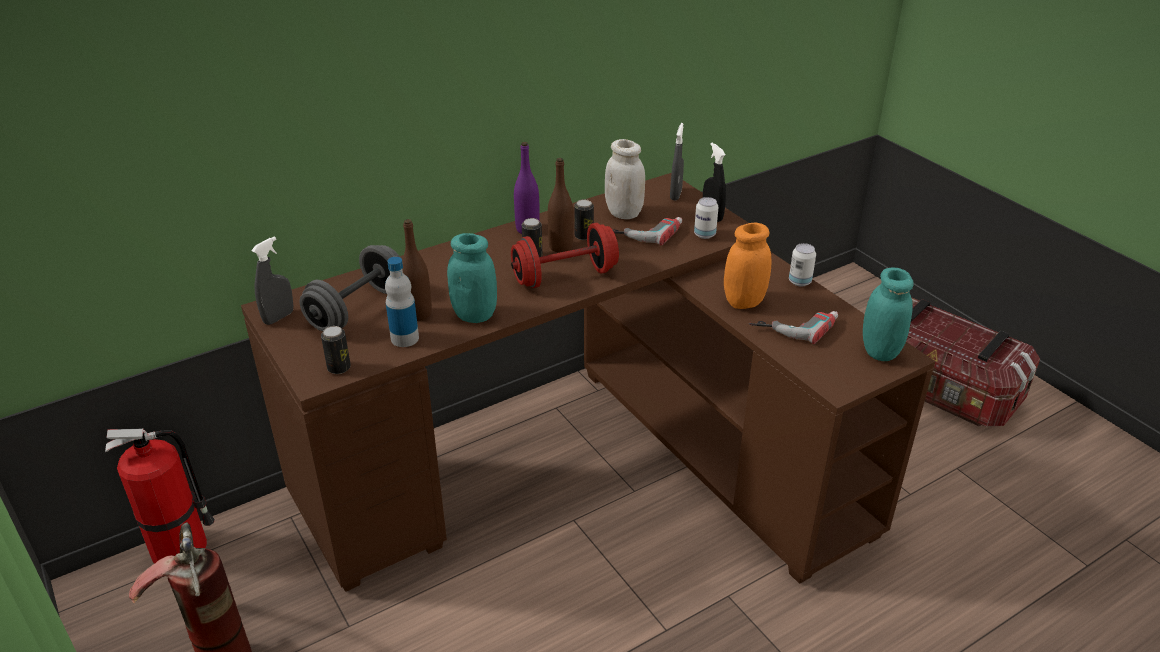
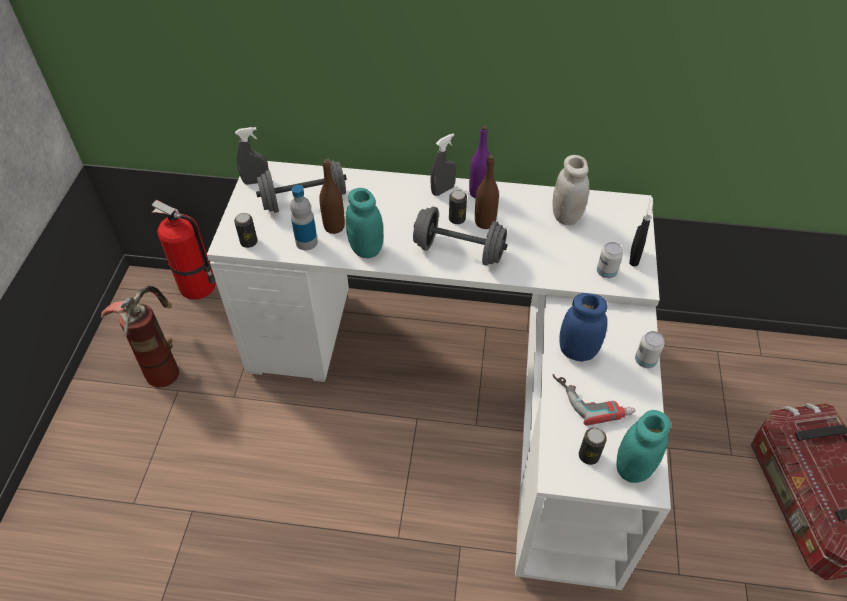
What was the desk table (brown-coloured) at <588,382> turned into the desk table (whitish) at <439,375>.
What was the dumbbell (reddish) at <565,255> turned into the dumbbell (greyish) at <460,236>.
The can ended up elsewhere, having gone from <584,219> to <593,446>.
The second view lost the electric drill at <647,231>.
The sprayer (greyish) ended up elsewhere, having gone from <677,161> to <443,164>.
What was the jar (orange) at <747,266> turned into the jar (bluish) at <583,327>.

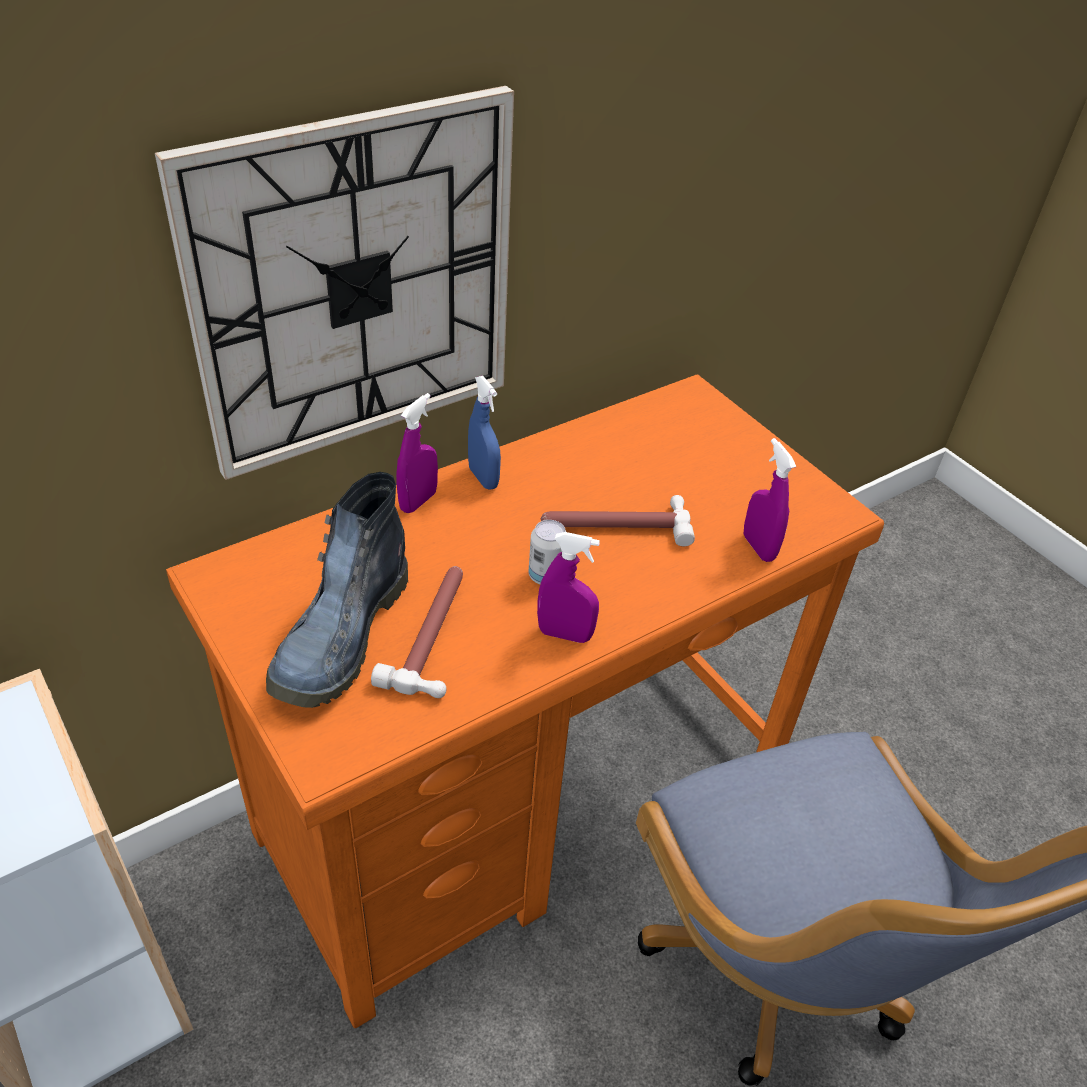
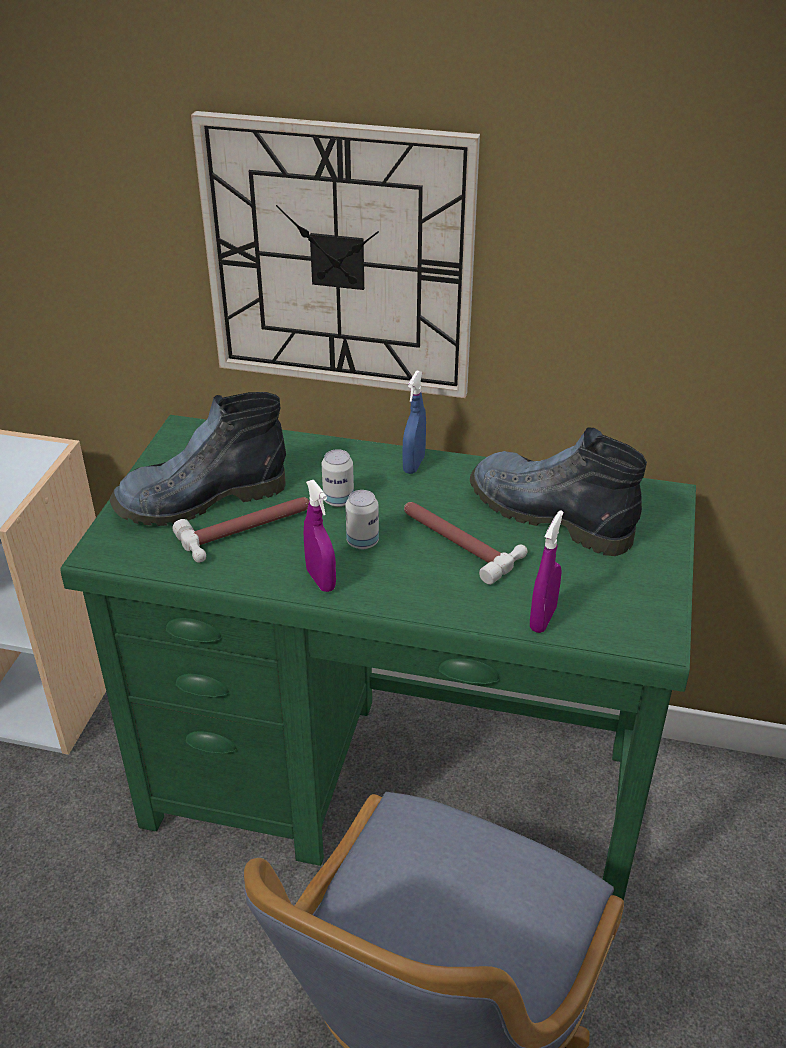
What was the desk table (orange) at <525,701> turned into the desk table (greenish) at <378,657>.
The second view lost the sprayer (purple-coloured) at <417,453>.
The second view gained the can at <338,478>.
The second view gained the boot at <558,491>.

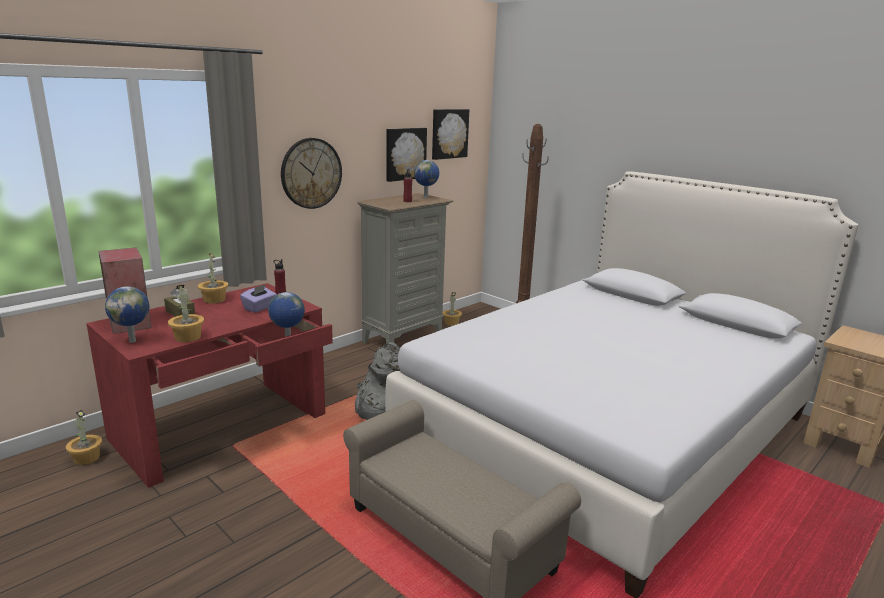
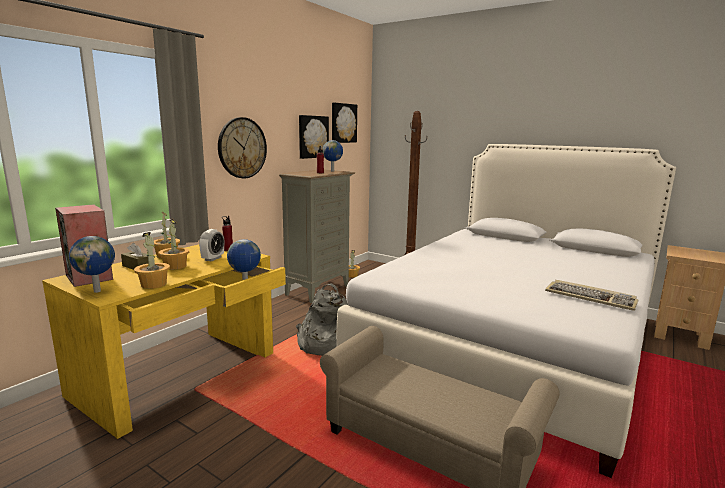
The potted plant ended up elsewhere, having gone from <84,437> to <173,244>.
What was the desk table (reddish) at <209,385> turned into the desk table (yellow) at <164,341>.
Where the tissue holder (purple-coloured) stood at <258,298>, the alarm clock came to stand at <212,245>.
The second view gained the computer keyboard at <591,295>.

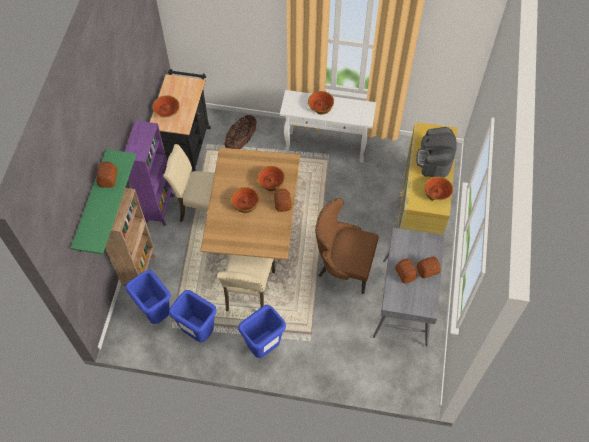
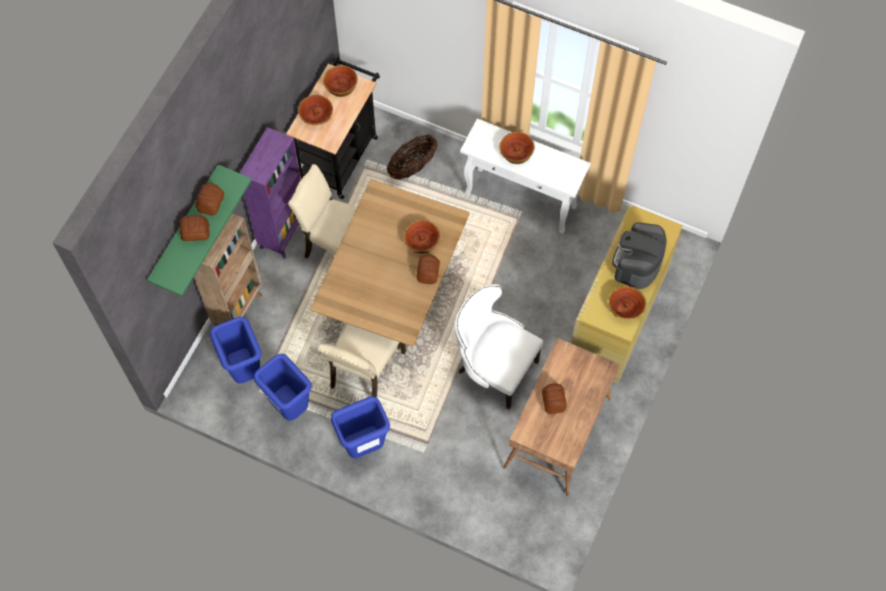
The bowl ended up elsewhere, having gone from <245,200> to <340,81>.
What was the chair (brown-coloured) at <347,246> turned into the chair (whitish) at <498,347>.
What was the desk table (greyish) at <409,287> turned into the desk table (brown-coloured) at <561,417>.
The bakery bread ended up elsewhere, having gone from <429,268> to <194,228>.

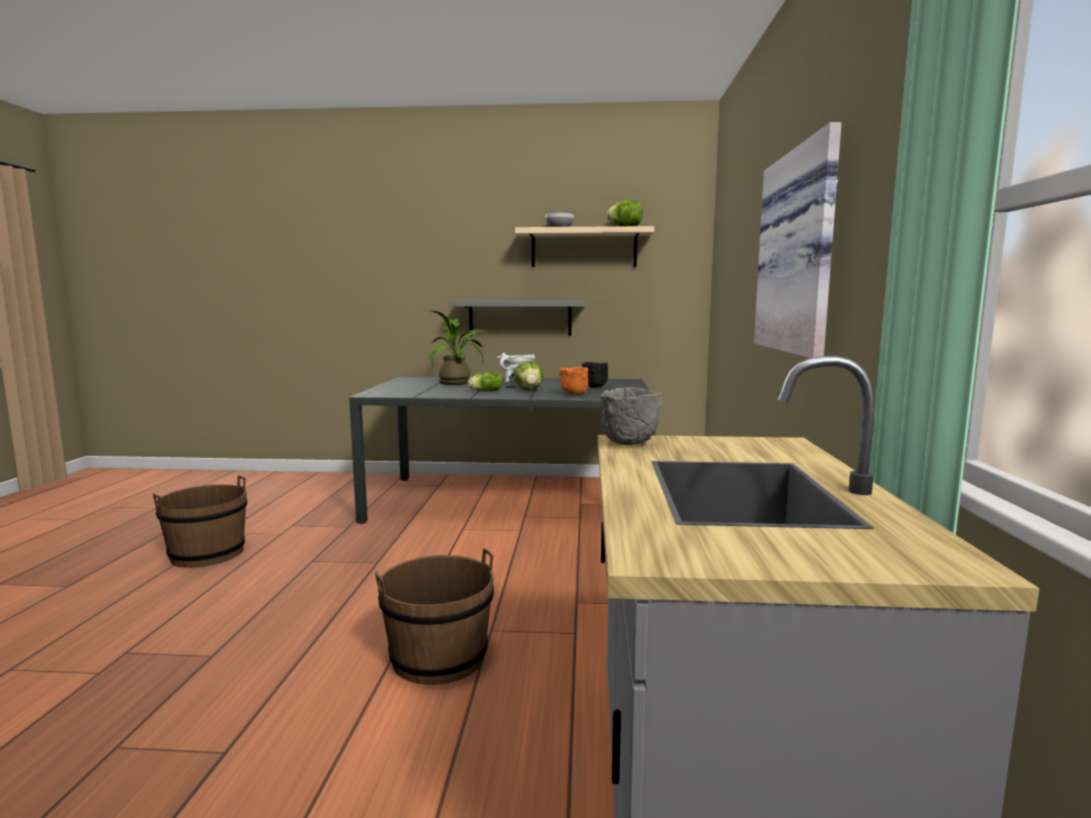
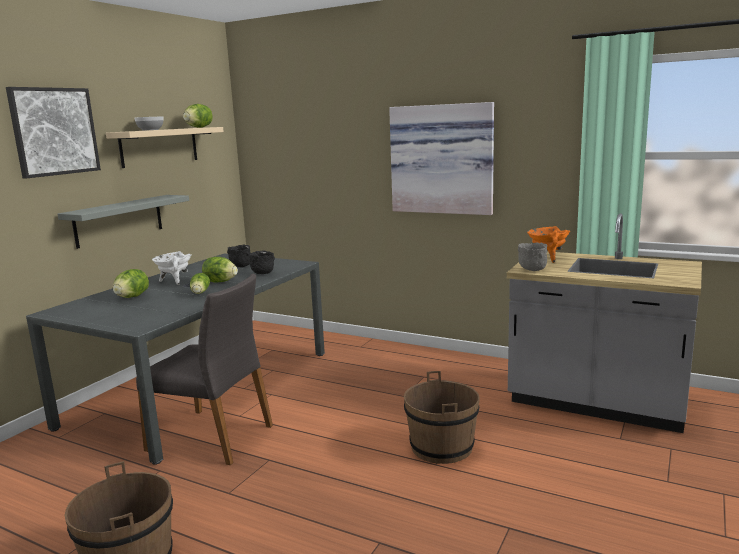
Where the potted plant stood at <458,347>, the lettuce head came to stand at <131,283>.
What was the bowl (orange) at <573,381> turned into the bowl (blackish) at <262,262>.
The second view gained the wall art at <53,133>.
The second view gained the chair (greyish) at <204,369>.
The second view gained the cooking pot (orange) at <548,244>.

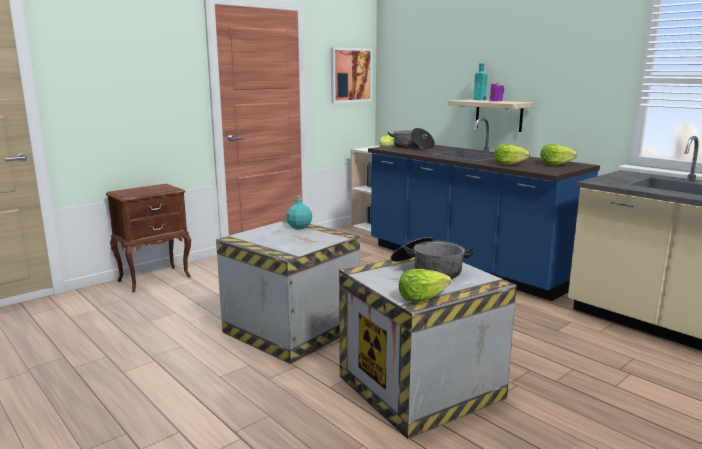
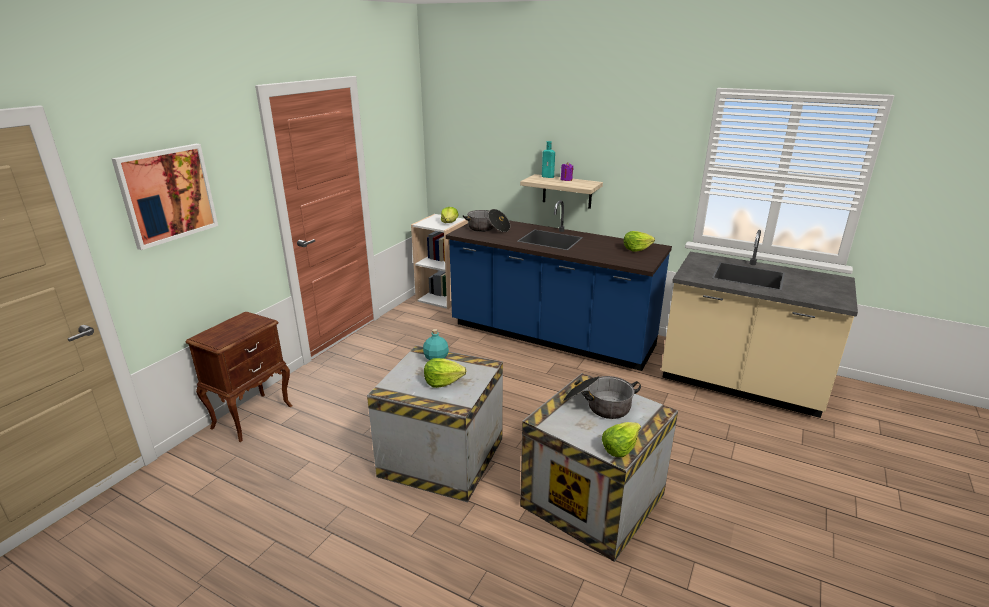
The wall art ended up elsewhere, having gone from <352,75> to <165,197>.
The lettuce head ended up elsewhere, having gone from <512,154> to <445,373>.

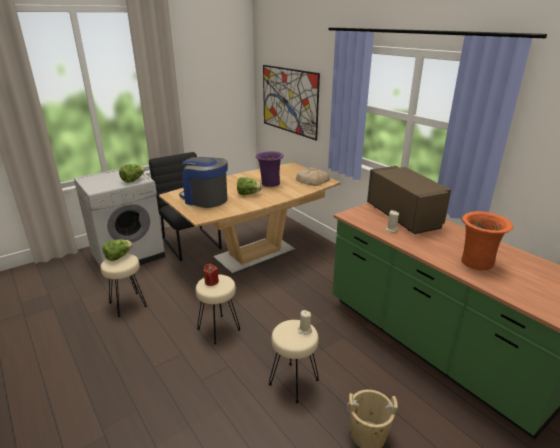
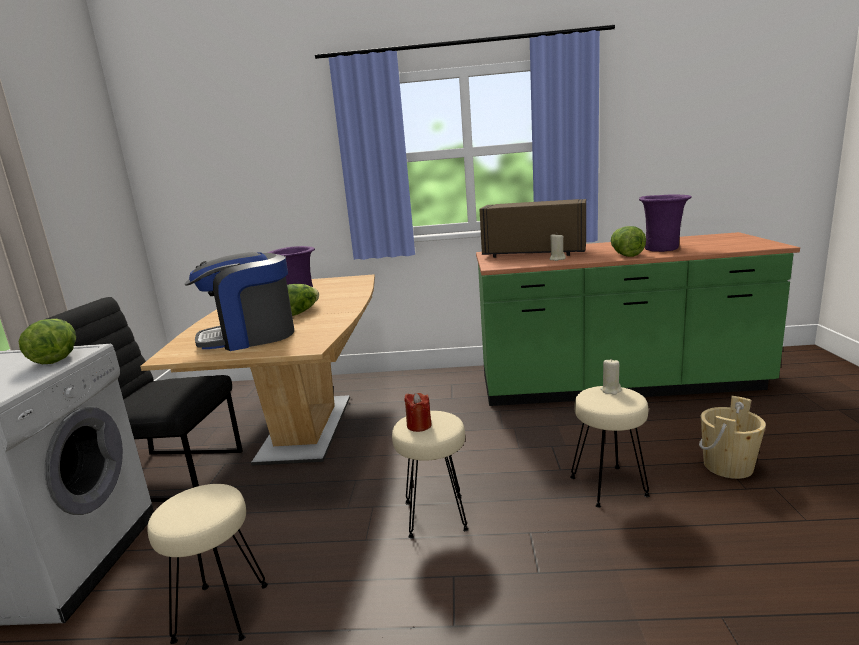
The lettuce head ended up elsewhere, having gone from <117,250> to <628,241>.
The second view lost the wall art at <291,102>.
The second view lost the bakery bread at <313,177>.
What was the decorative vase (orange) at <487,240> turned into the decorative vase (purple-coloured) at <665,223>.

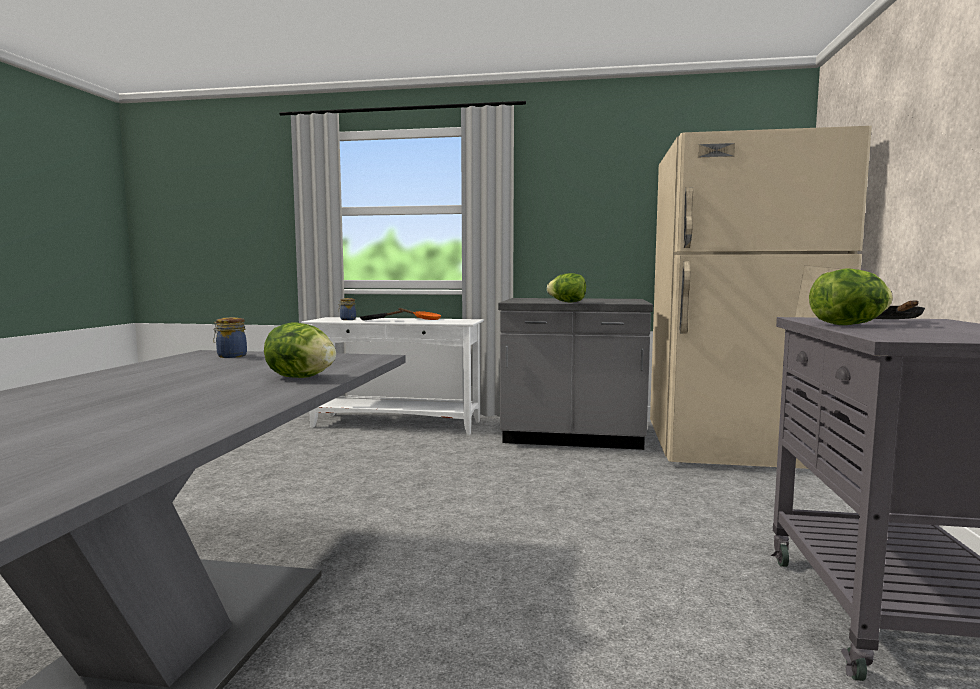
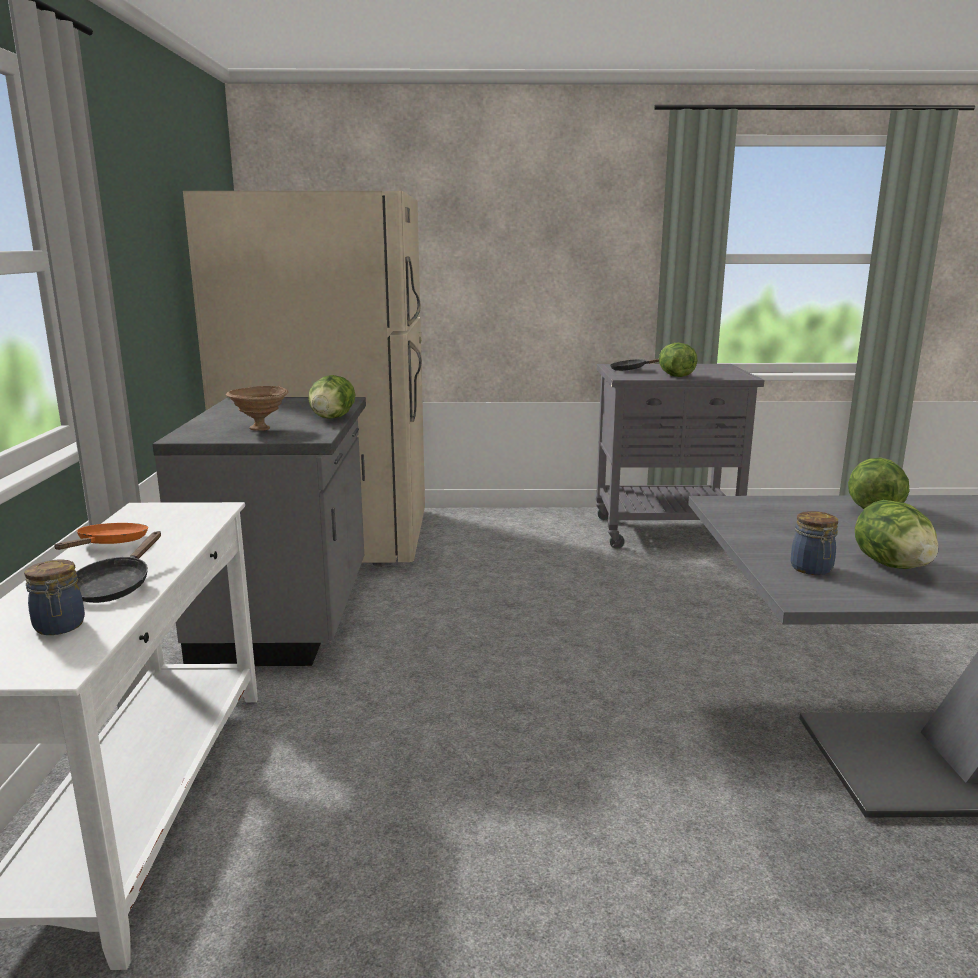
The second view gained the bowl (brown-coloured) at <257,408>.
The second view gained the lettuce head at <896,534>.

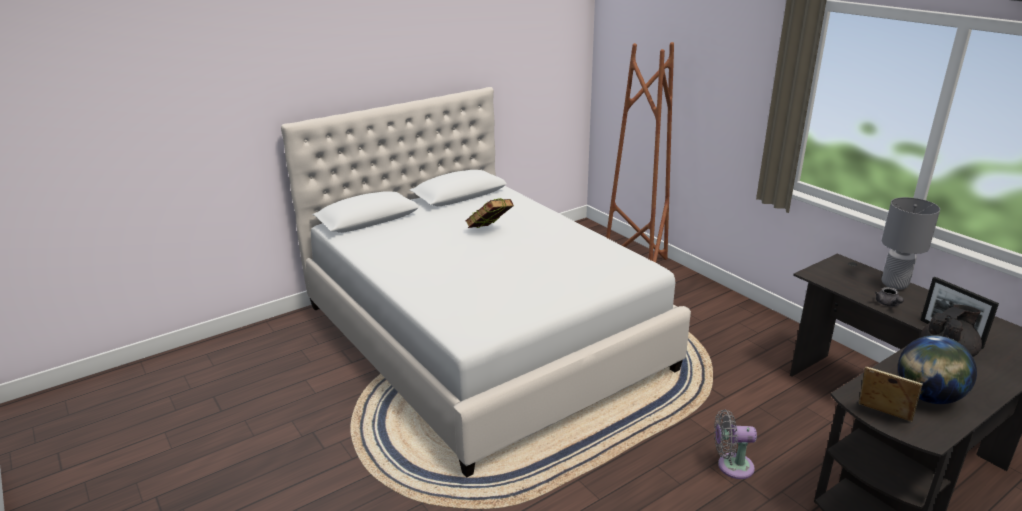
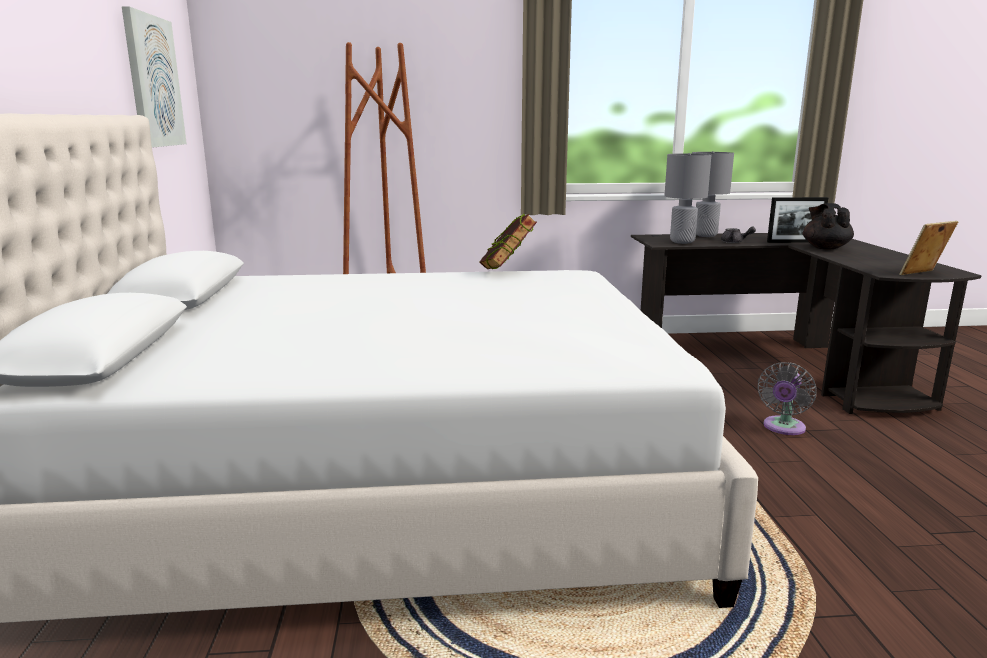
The volume ended up elsewhere, having gone from <490,213> to <508,242>.
The second view lost the globe at <937,369>.
The second view gained the wall art at <154,77>.
The second view gained the lamp for a table (greyish) at <687,198>.

